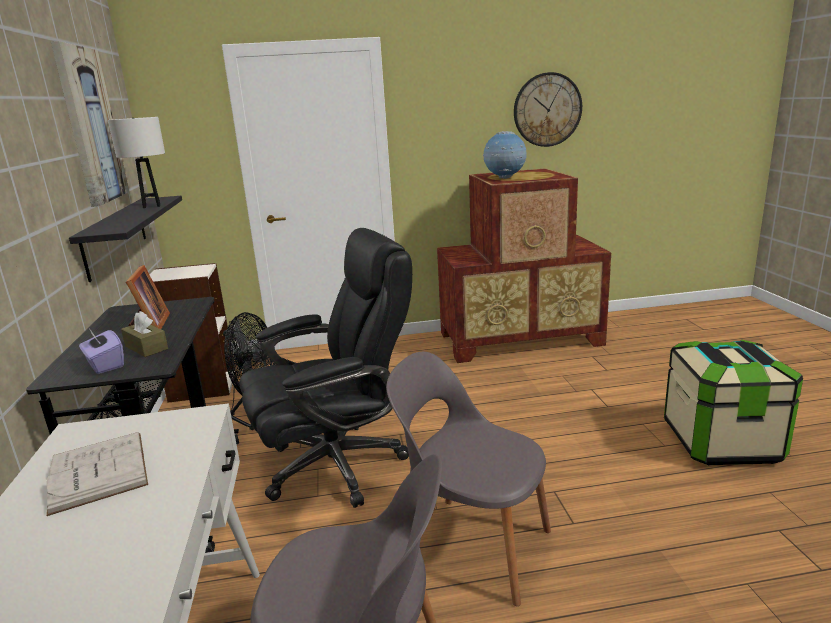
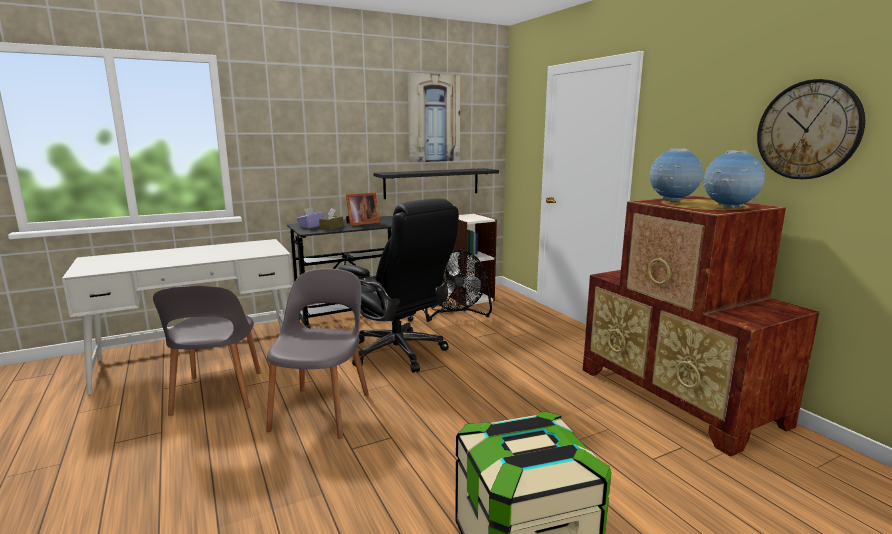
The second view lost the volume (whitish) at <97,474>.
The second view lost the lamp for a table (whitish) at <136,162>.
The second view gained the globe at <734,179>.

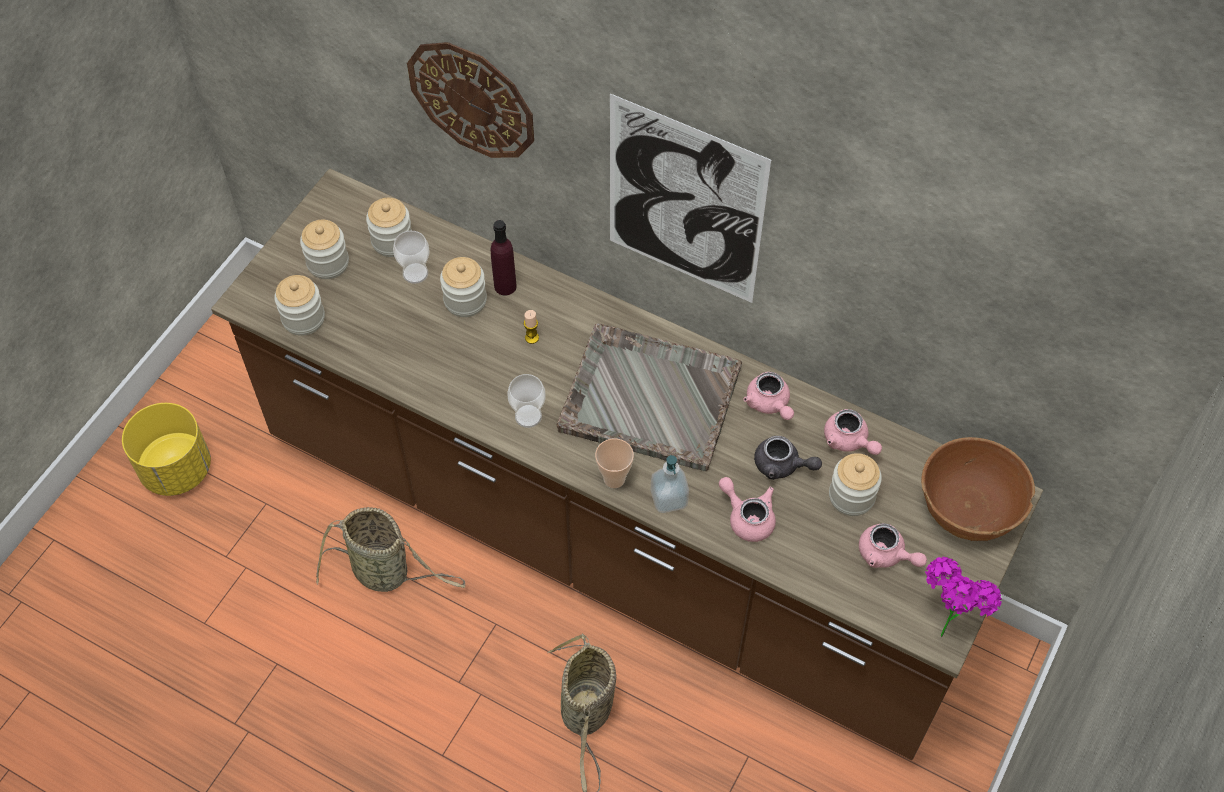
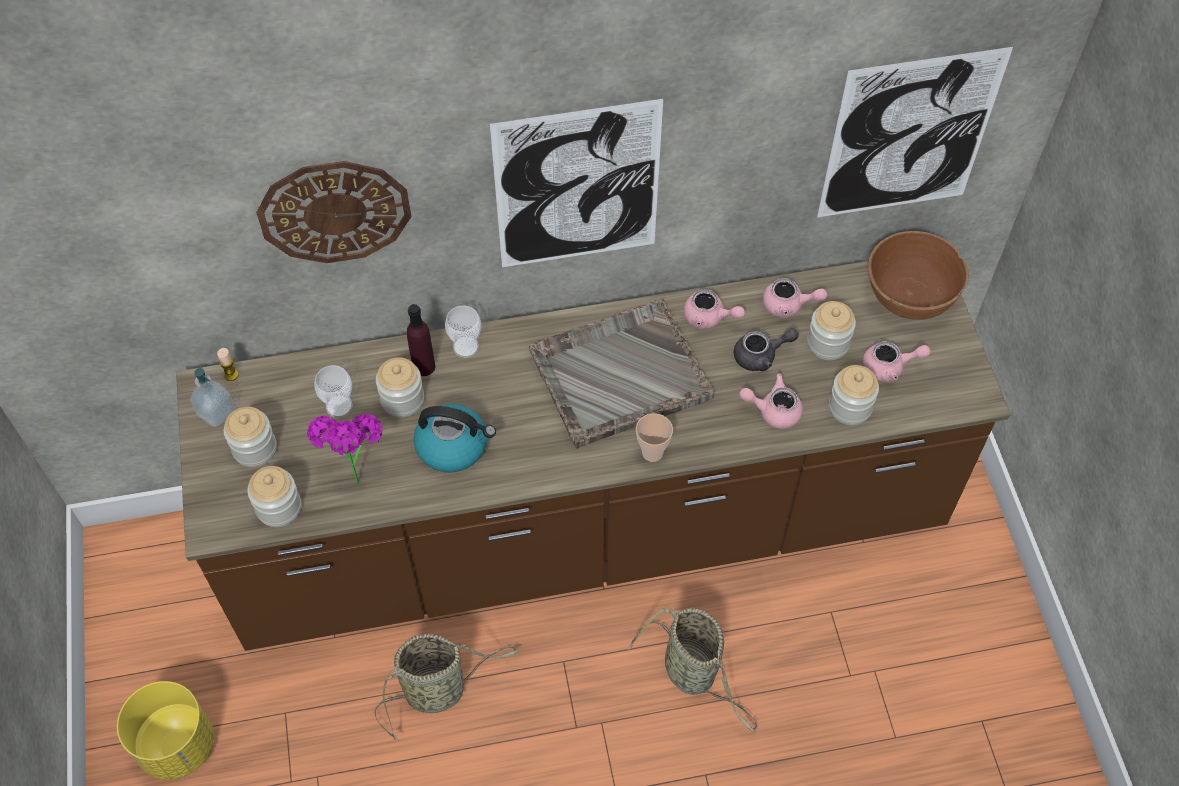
The jar ended up elsewhere, having gone from <389,227> to <854,395>.
The cup ended up elsewhere, having gone from <526,401> to <463,332>.
The candle ended up elsewhere, having gone from <531,327> to <228,364>.
The soap dispenser ended up elsewhere, having gone from <670,484> to <212,397>.
The potted plant ended up elsewhere, having gone from <963,597> to <345,449>.
The second view gained the tea kettle at <455,438>.
The second view gained the wall art at <915,132>.

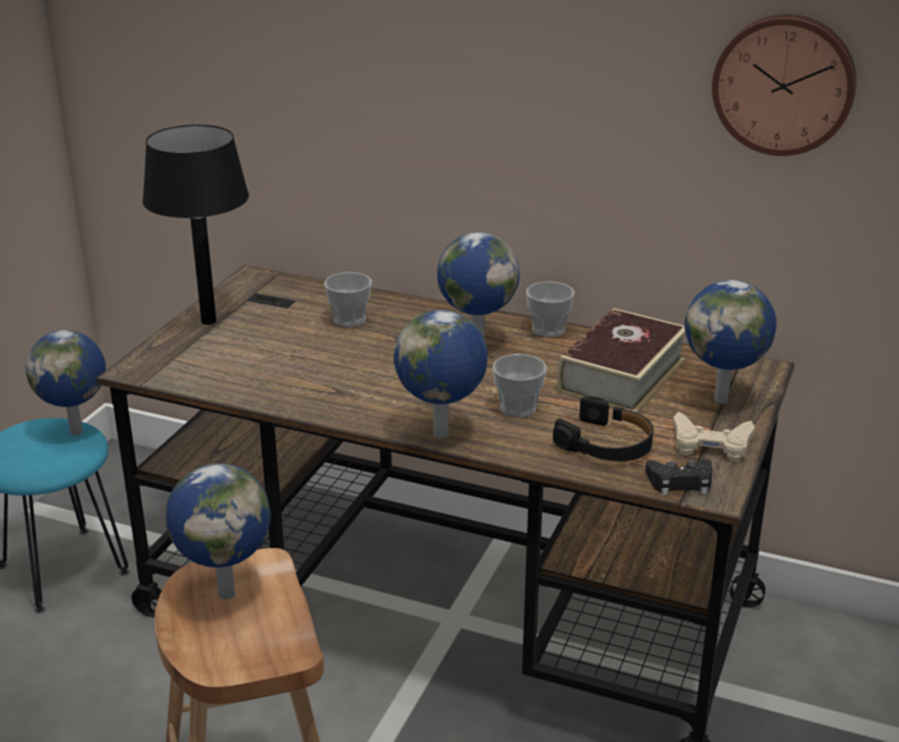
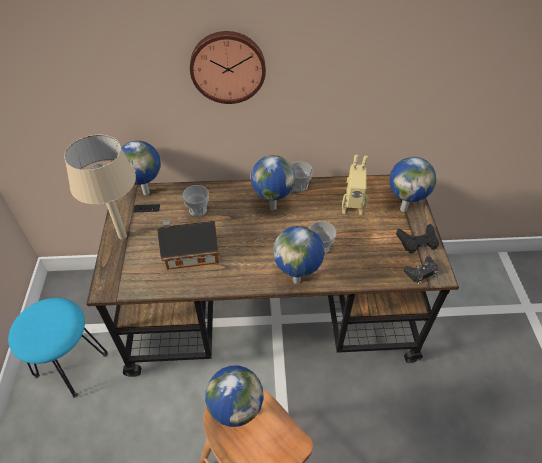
The globe ended up elsewhere, having gone from <65,382> to <141,168>.
What was the lamp for a table (blackish) at <195,225> turned into the lamp for a table (sand-coloured) at <100,187>.
The second view lost the pair of headphones (blackish) at <603,428>.
Where the volume stood at <621,360>, the model robot came to stand at <355,185>.
What was the game controller (sand-coloured) at <714,437> turned into the game controller (blackish) at <417,238>.
The clock on the wall ended up elsewhere, having gone from <784,85> to <228,67>.
The second view gained the miniature house at <188,245>.

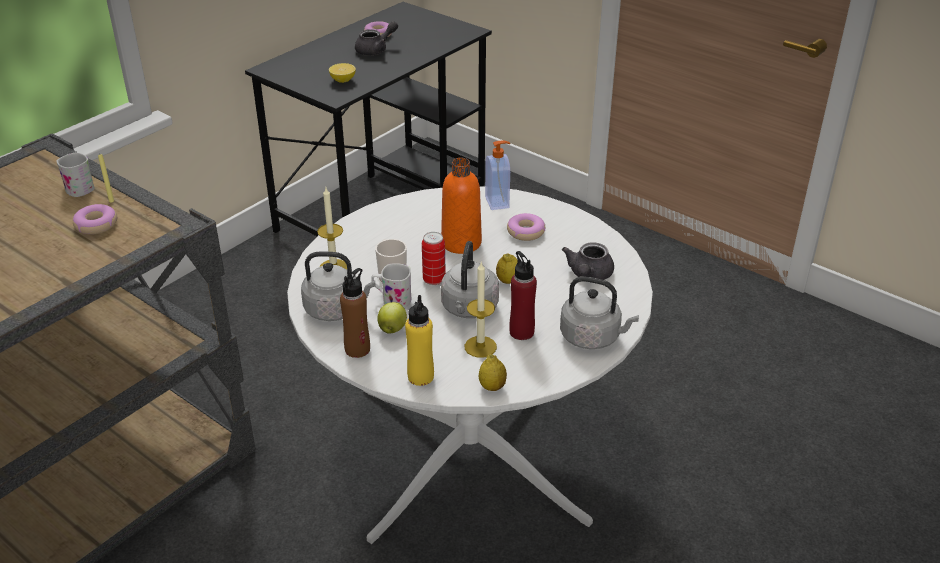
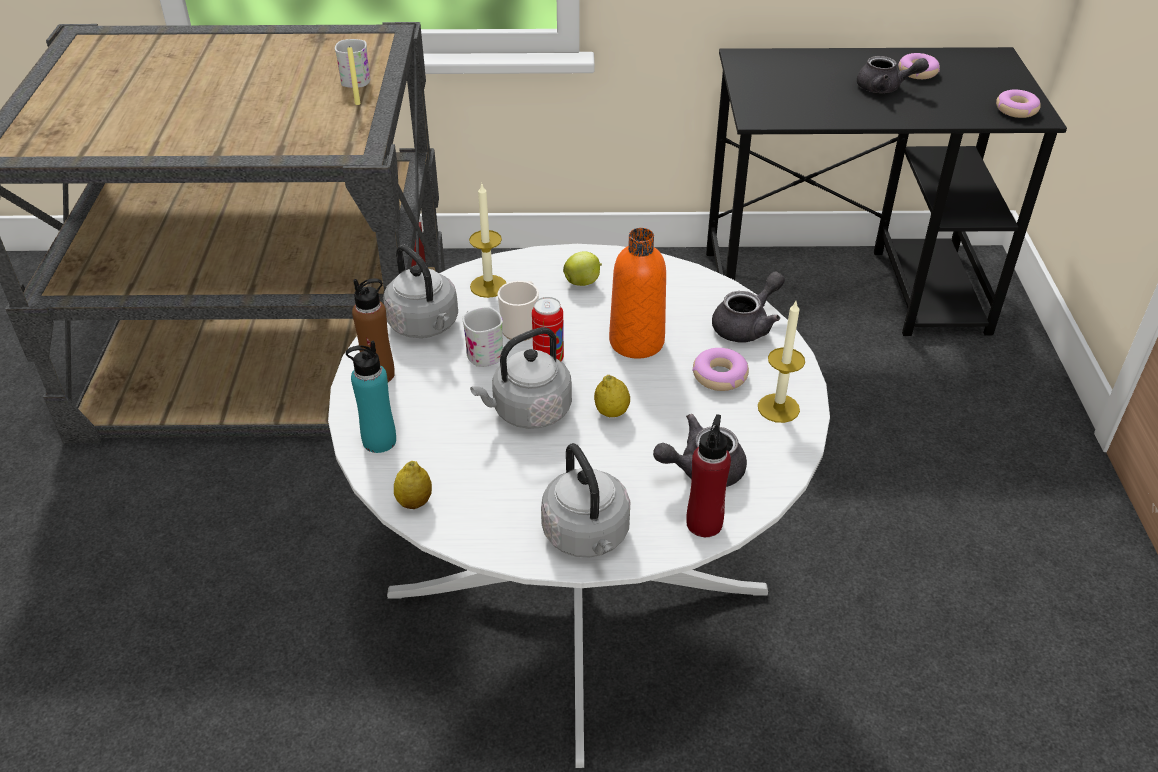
The donut ended up elsewhere, having gone from <95,219> to <1018,103>.
The second view lost the citrus fruit at <342,73>.
The whole apple ended up elsewhere, having gone from <392,318> to <582,268>.
What was the bottle (yellow) at <419,340> turned into the bottle (turquoise-coloured) at <371,397>.
The candle ended up elsewhere, having gone from <481,310> to <781,362>.
Where the soap dispenser stood at <497,175>, the tea pot (greyish) came to stand at <748,307>.
The bottle (reddish) ended up elsewhere, having gone from <523,295> to <708,475>.

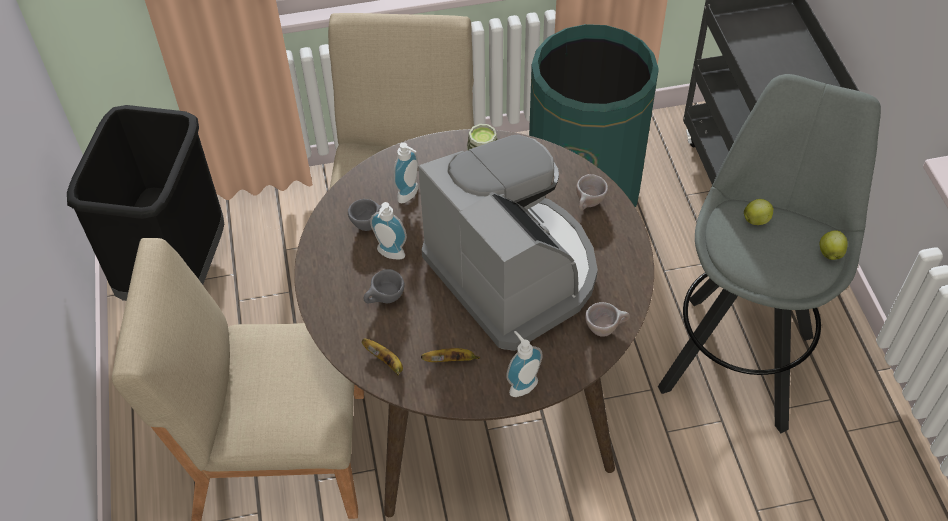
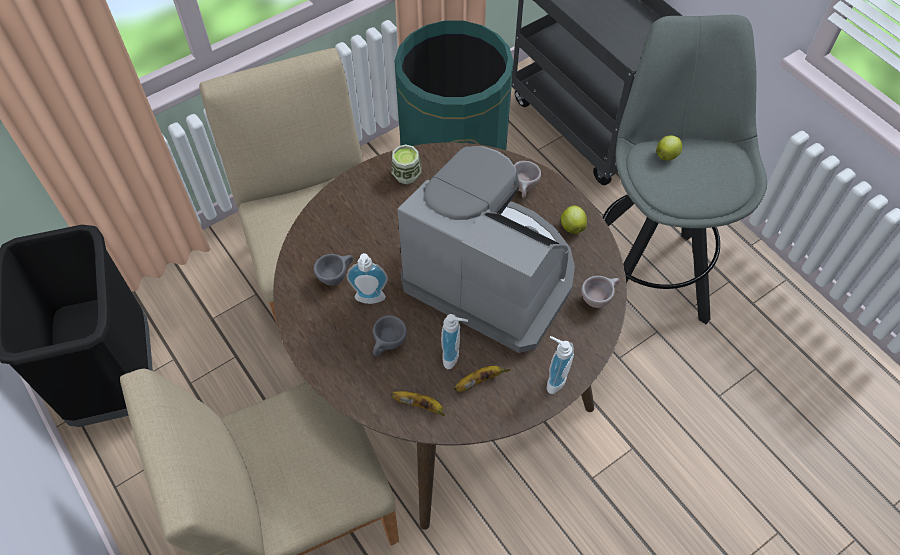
The soap dispenser ended up elsewhere, having gone from <406,172> to <454,341>.
The whole apple ended up elsewhere, having gone from <834,245> to <574,220>.

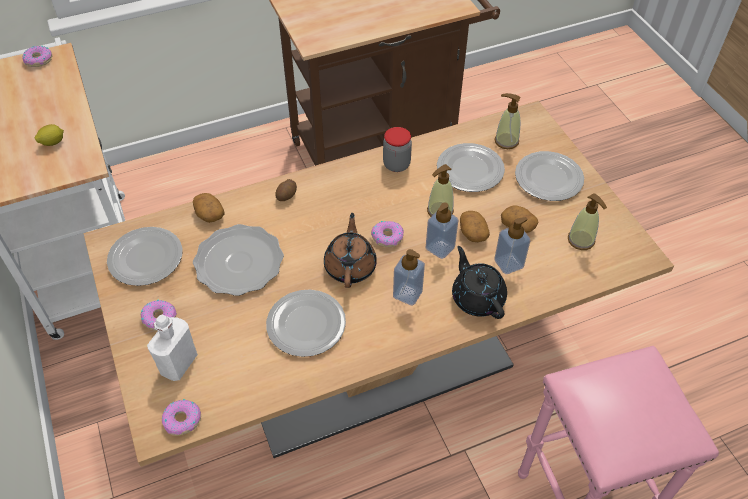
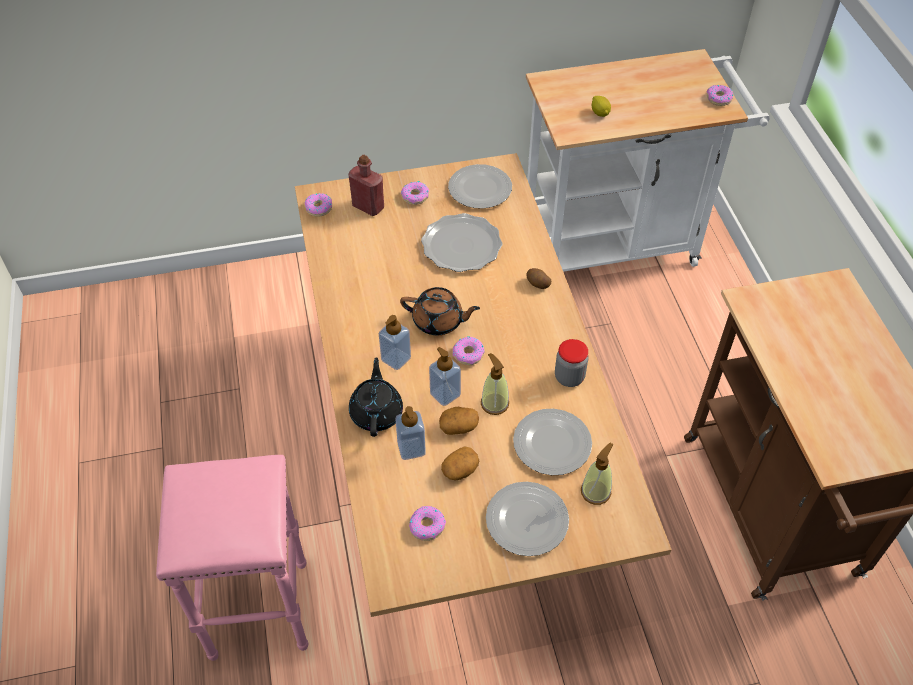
What was the bottle (whitish) at <172,348> turned into the bottle (reddish) at <366,185>.
The second view lost the potato at <208,208>.
The second view lost the dinner plate at <306,323>.
The tea pot (blackish) at <479,282> ended up facing another way, 75 degrees counterclockwise from before.
Where the soap dispenser stood at <587,221>, the donut came to stand at <427,523>.

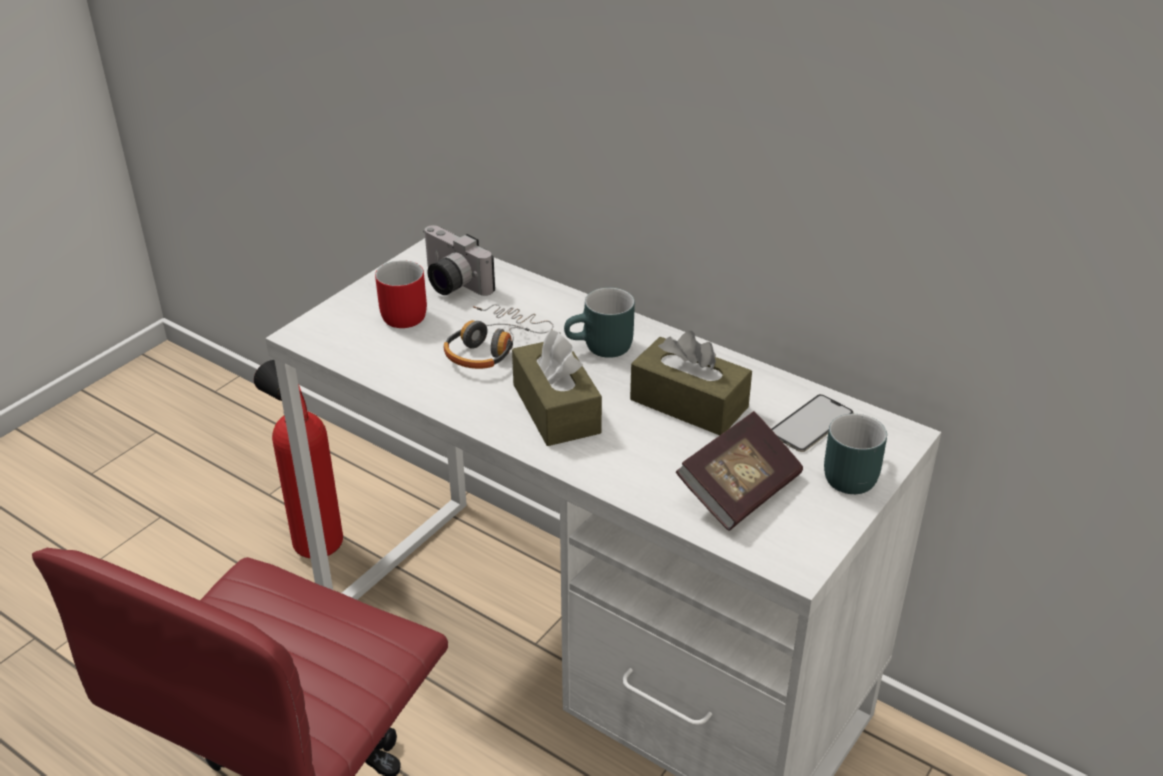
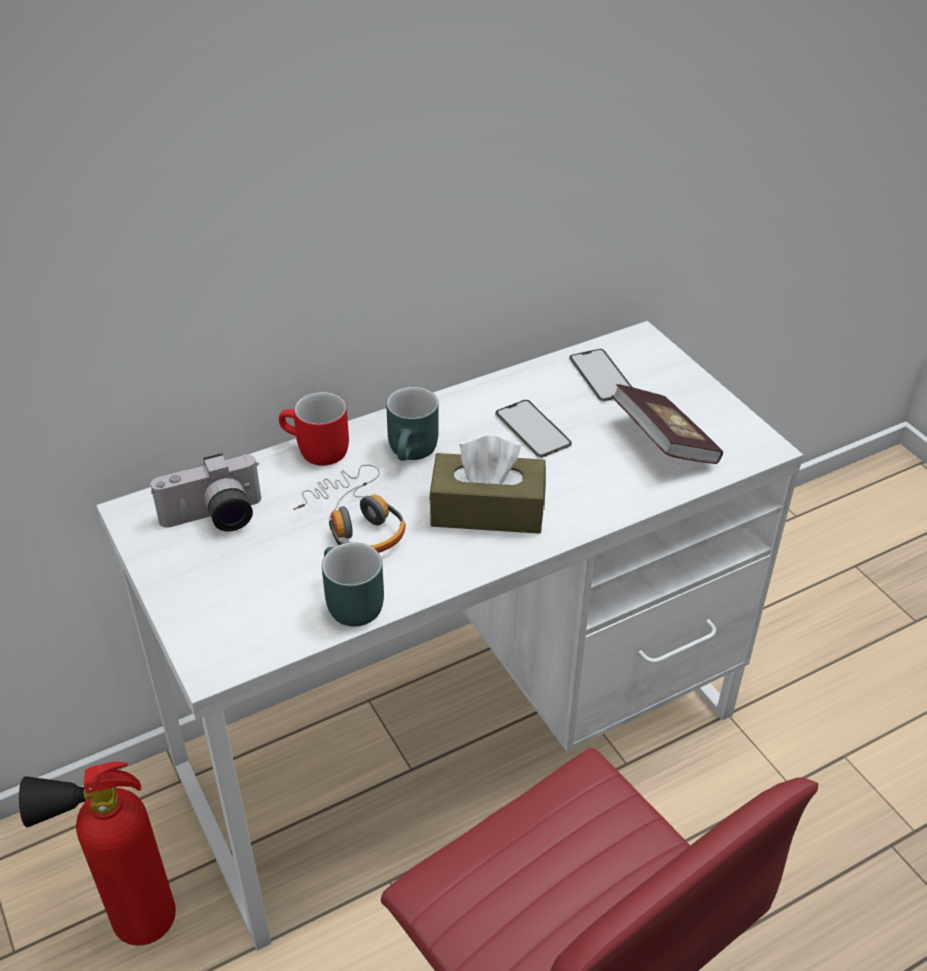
The mug (reddish) ended up elsewhere, having gone from <401,294> to <314,429>.
Where the tissue holder (brown-coloured) stood at <691,383>, the handset came to stand at <533,429>.
The mug (turquoise-coloured) ended up elsewhere, having gone from <855,454> to <353,584>.

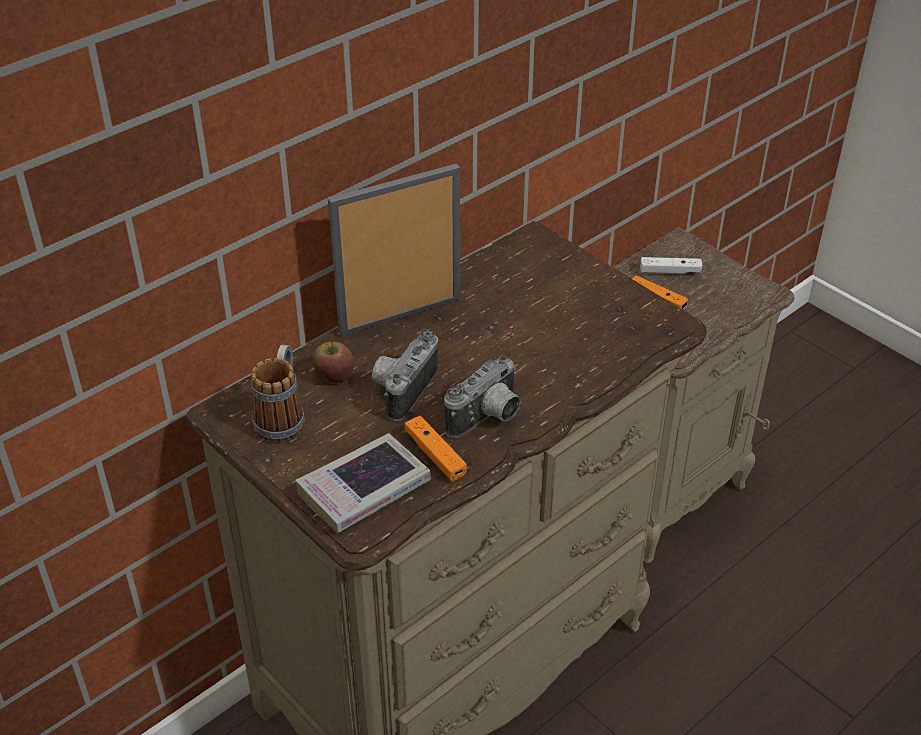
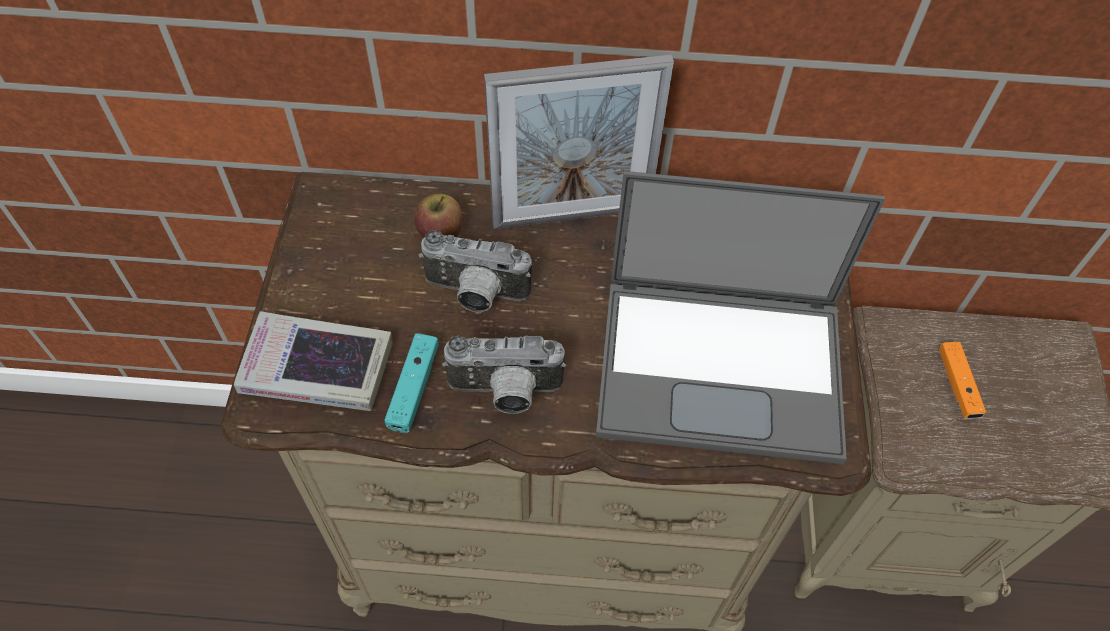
The second view lost the mug at <278,393>.
The photo frame at <394,249> ended up facing another way, 150 degrees clockwise from before.
The photo camera at <405,375> ended up facing another way, 150 degrees counterclockwise from before.
What was the game controller (orange) at <436,448> turned into the game controller (turquoise-coloured) at <411,383>.
The second view lost the game controller (whitish) at <671,265>.
The second view gained the notebook computer at <740,317>.

